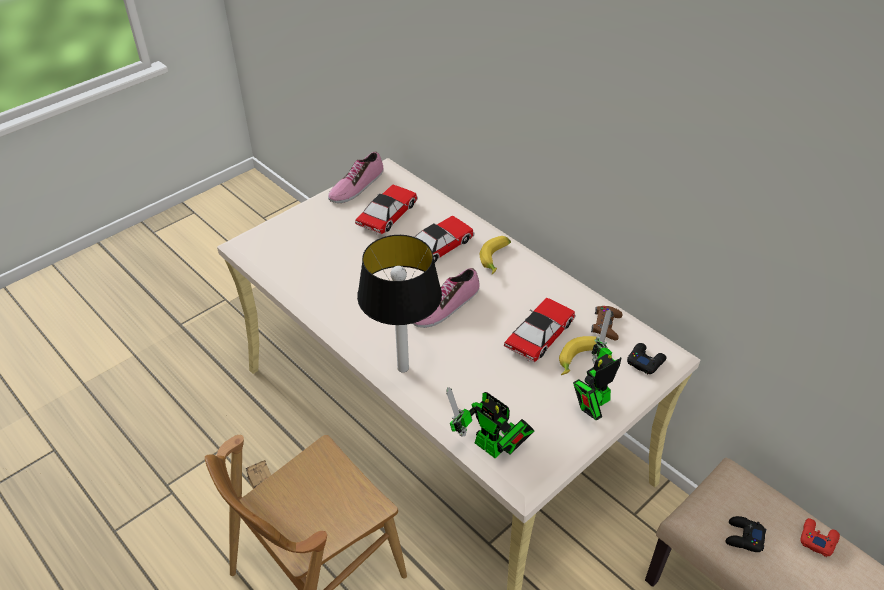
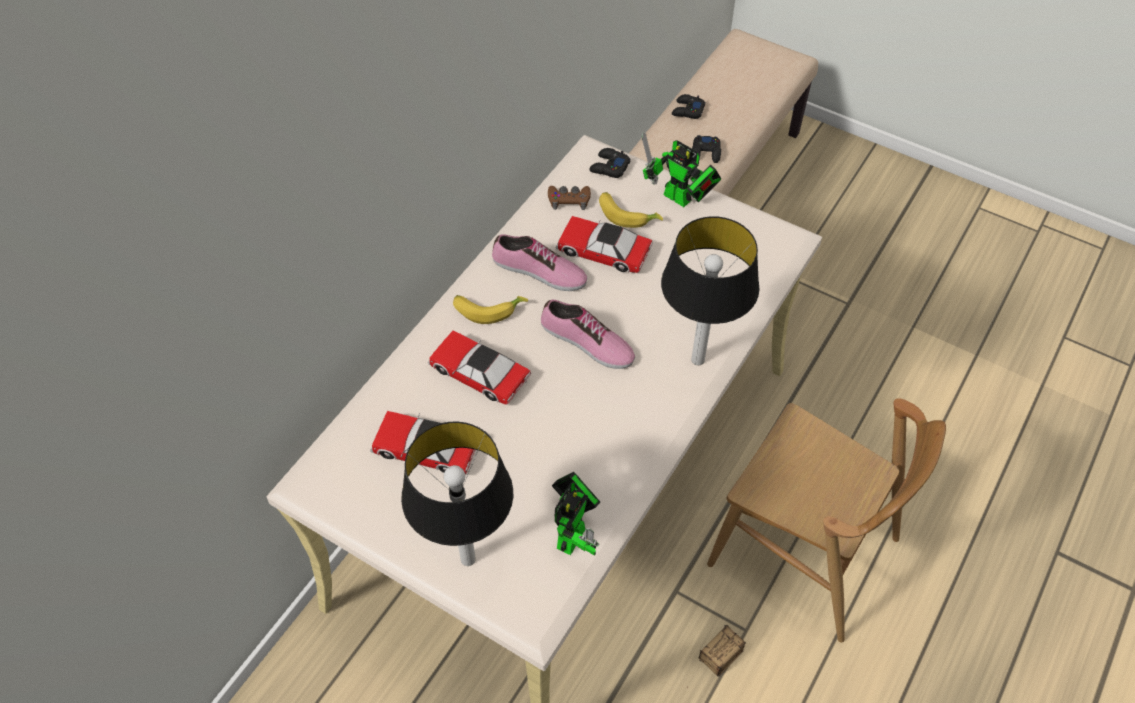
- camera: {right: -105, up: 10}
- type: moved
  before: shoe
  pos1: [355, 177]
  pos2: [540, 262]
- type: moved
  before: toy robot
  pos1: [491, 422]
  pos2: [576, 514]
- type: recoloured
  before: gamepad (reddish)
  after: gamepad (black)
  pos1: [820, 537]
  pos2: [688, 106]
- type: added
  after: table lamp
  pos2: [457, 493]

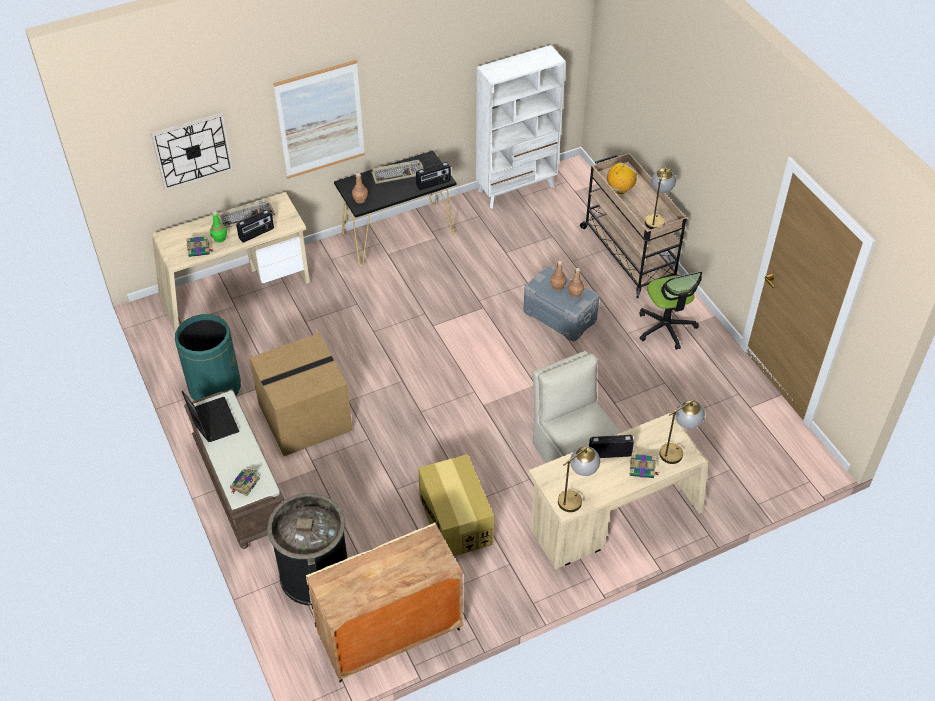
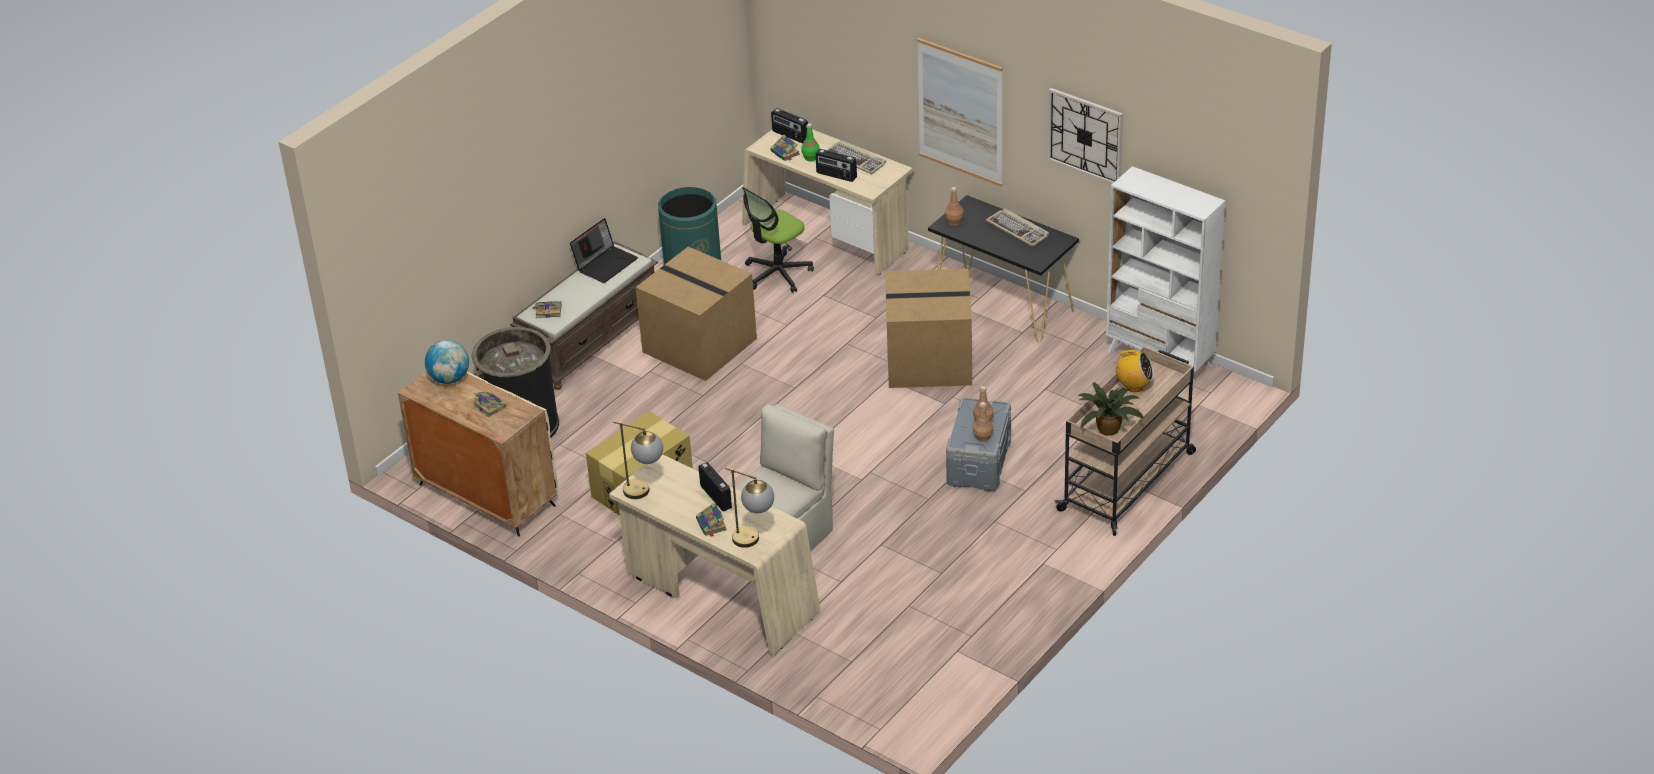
- camera: {right: 65, up: -10}
- type: moved
  before: wall clock
  pos1: [192, 152]
  pos2: [1085, 136]
- type: moved
  before: radio set
  pos1: [433, 176]
  pos2: [789, 125]
- type: replaced
  before: table lamp
  after: potted plant
  pos1: [660, 198]
  pos2: [1111, 409]
- type: moved
  before: computer chair
  pos1: [670, 310]
  pos2: [778, 240]
- type: added
  after: packing box
  pos2: [928, 328]
- type: added
  after: world globe
  pos2: [447, 362]
- type: added
  after: volume
  pos2: [489, 404]

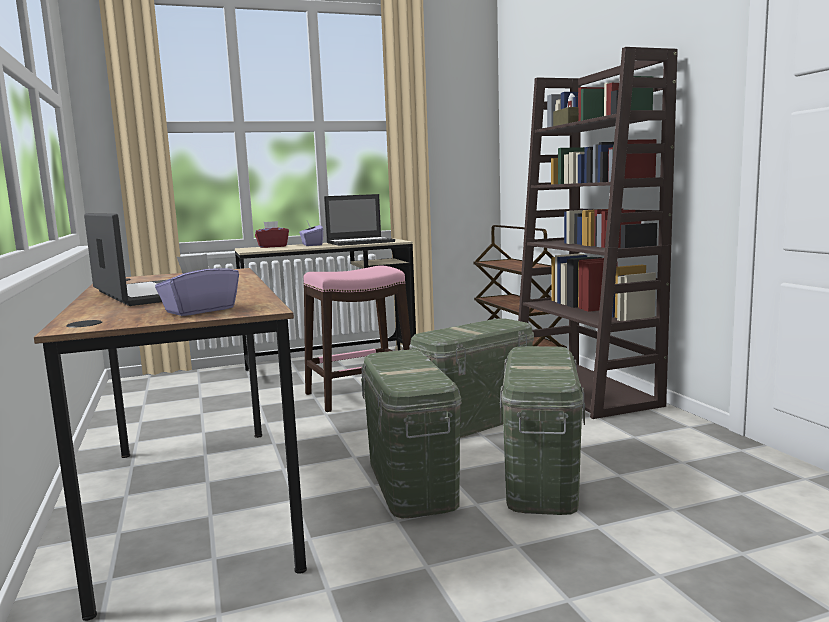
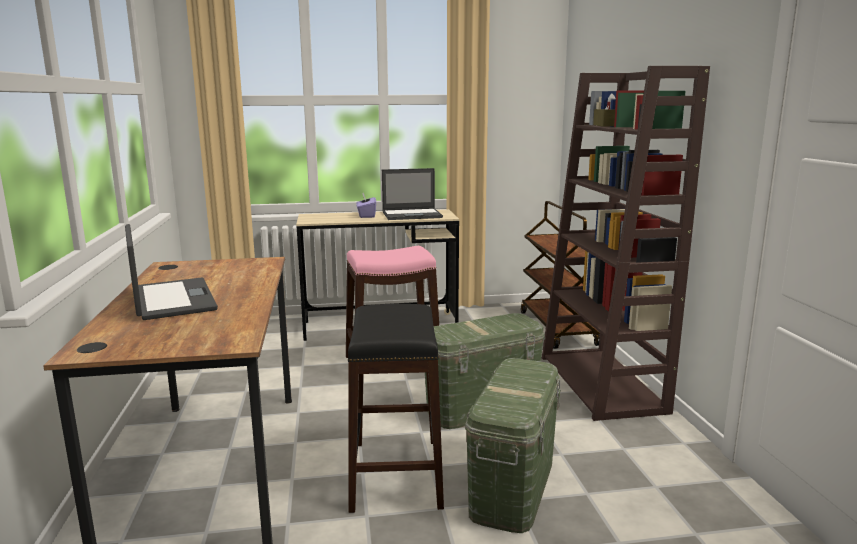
- camera: {right: 10, up: 5}
- type: removed
  before: box of tissues (reddish)
  pos1: [272, 234]
- type: removed
  before: box of tissues (purple)
  pos1: [197, 285]
- type: replaced
  before: storage container (green)
  after: sitting stool (black)
  pos1: [411, 434]
  pos2: [396, 408]

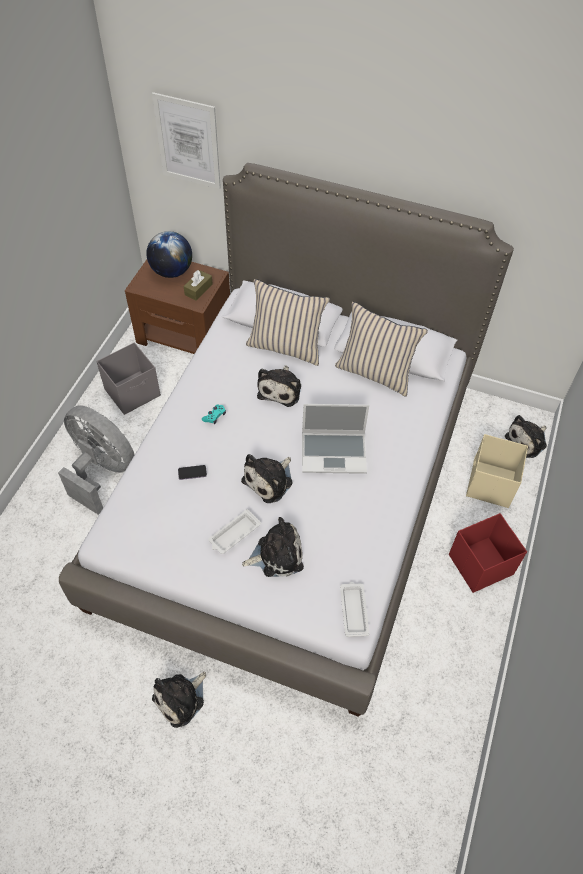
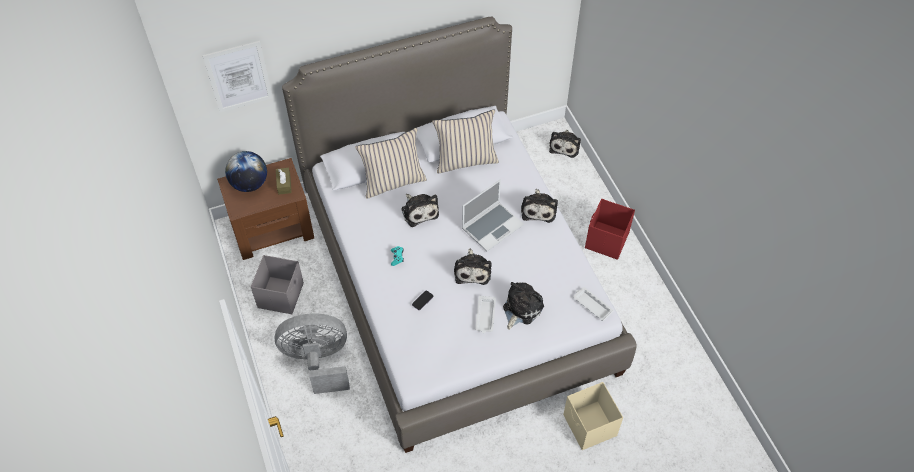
- camera: {right: -40, up: 0}
- type: moved
  before: storage container (sand-coloured)
  pos1: [497, 471]
  pos2: [593, 416]
- type: moved
  before: cuddly toy
  pos1: [179, 700]
  pos2: [539, 206]

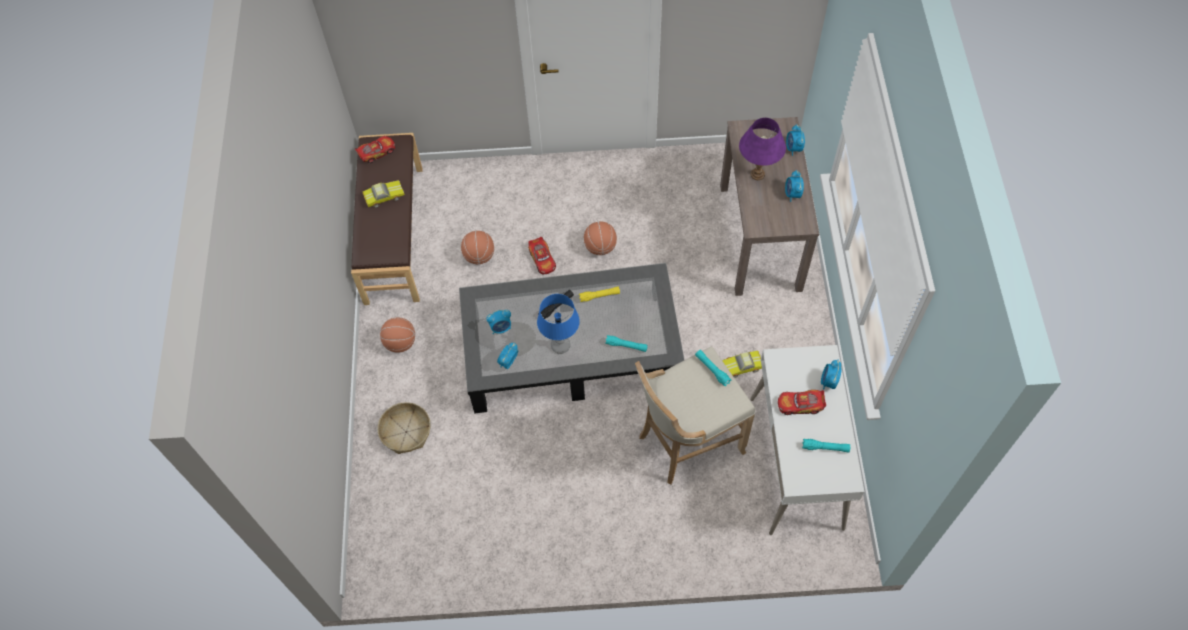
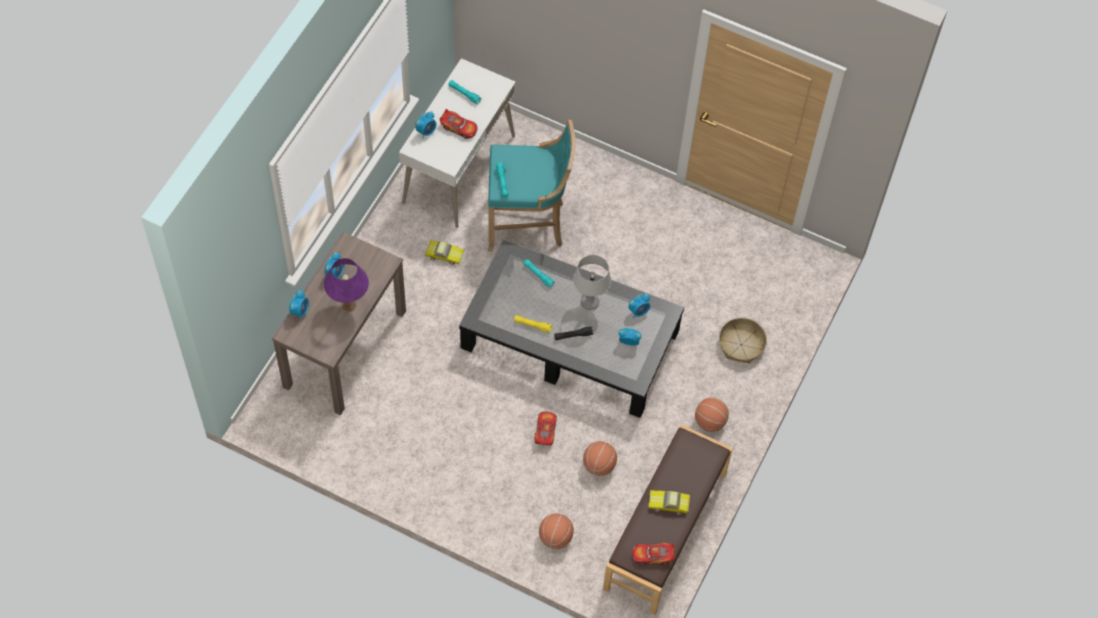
- camera: {right: -155, up: 0}
- type: moved
  before: basketball ball
  pos1: [600, 238]
  pos2: [556, 531]
- type: recoloured
  before: table lamp (bluish)
  after: table lamp (greyish)
  pos1: [558, 324]
  pos2: [592, 282]
- type: recoloured
  before: sitting stool (sand-coloured)
  after: sitting stool (turquoise-coloured)
  pos1: [695, 415]
  pos2: [532, 186]

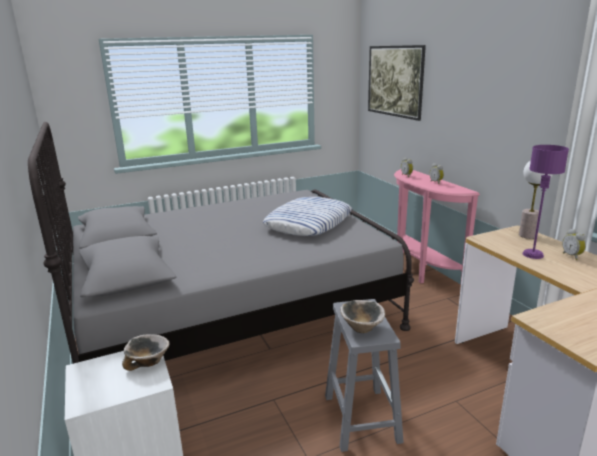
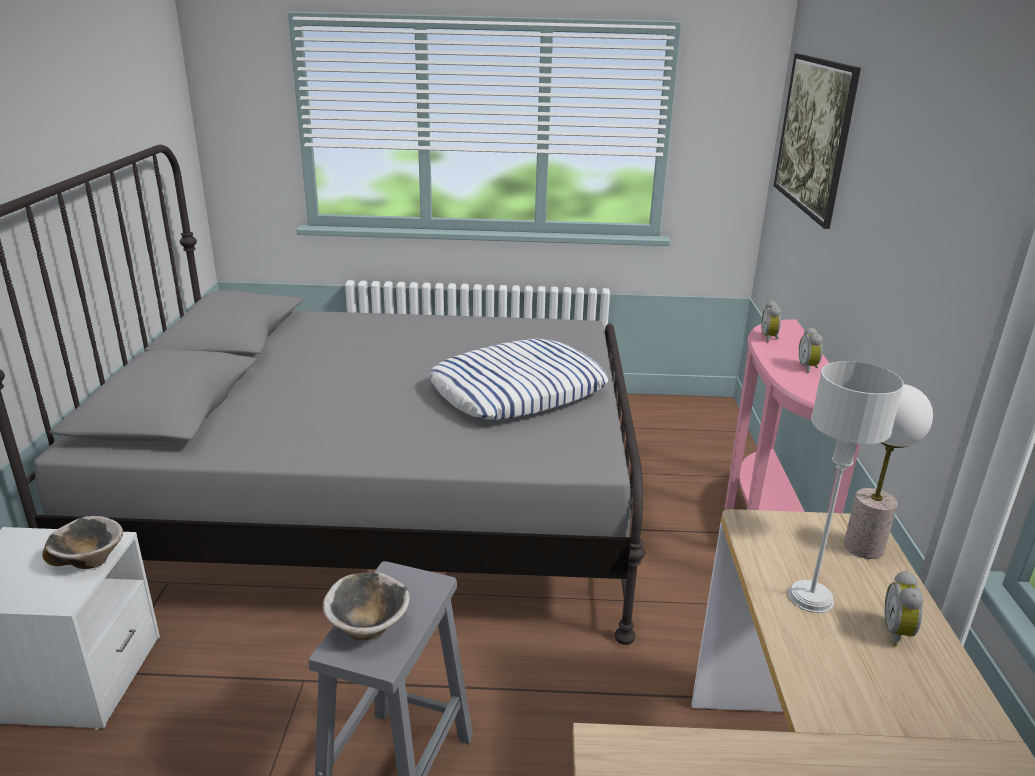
- camera: {right: 25, up: 5}
- type: recoloured
  before: table lamp (purple)
  after: table lamp (greyish)
  pos1: [546, 202]
  pos2: [846, 487]

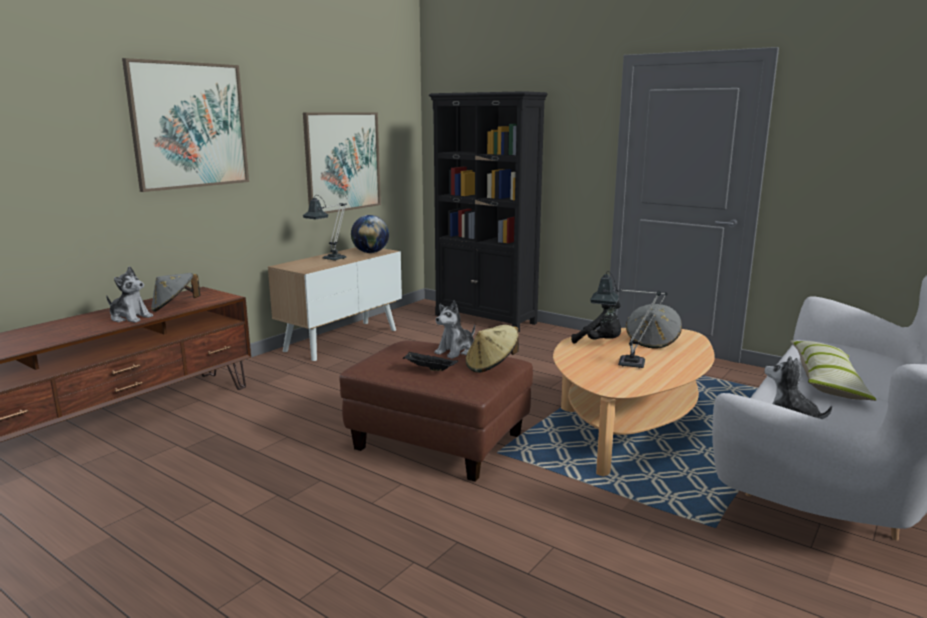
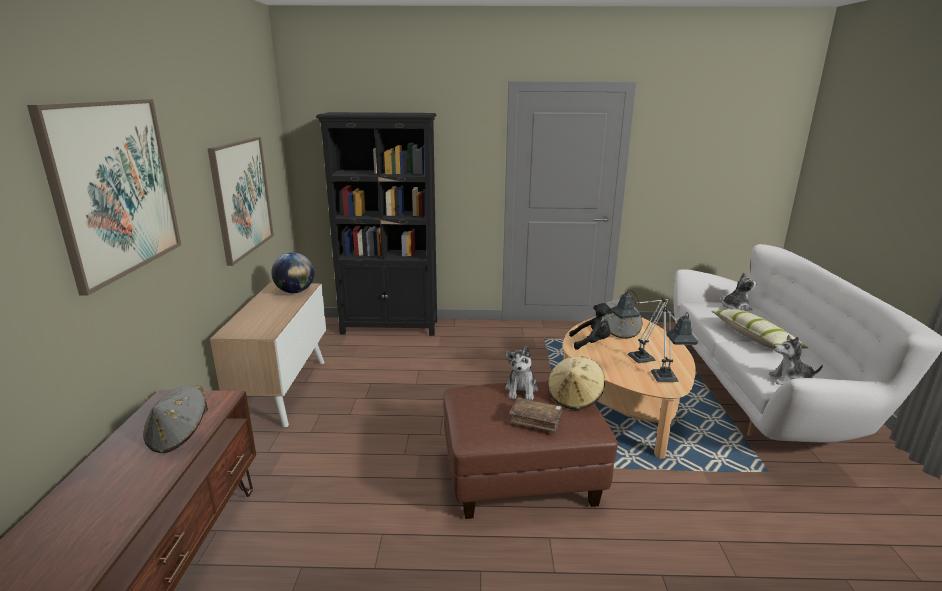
- camera: {right: -35, up: 5}
- type: moved
  before: table lamp
  pos1: [325, 228]
  pos2: [674, 344]
- type: moved
  before: cuddly toy
  pos1: [129, 294]
  pos2: [739, 291]
- type: replaced
  before: serving tray (black)
  after: volume (brown)
  pos1: [430, 361]
  pos2: [536, 415]

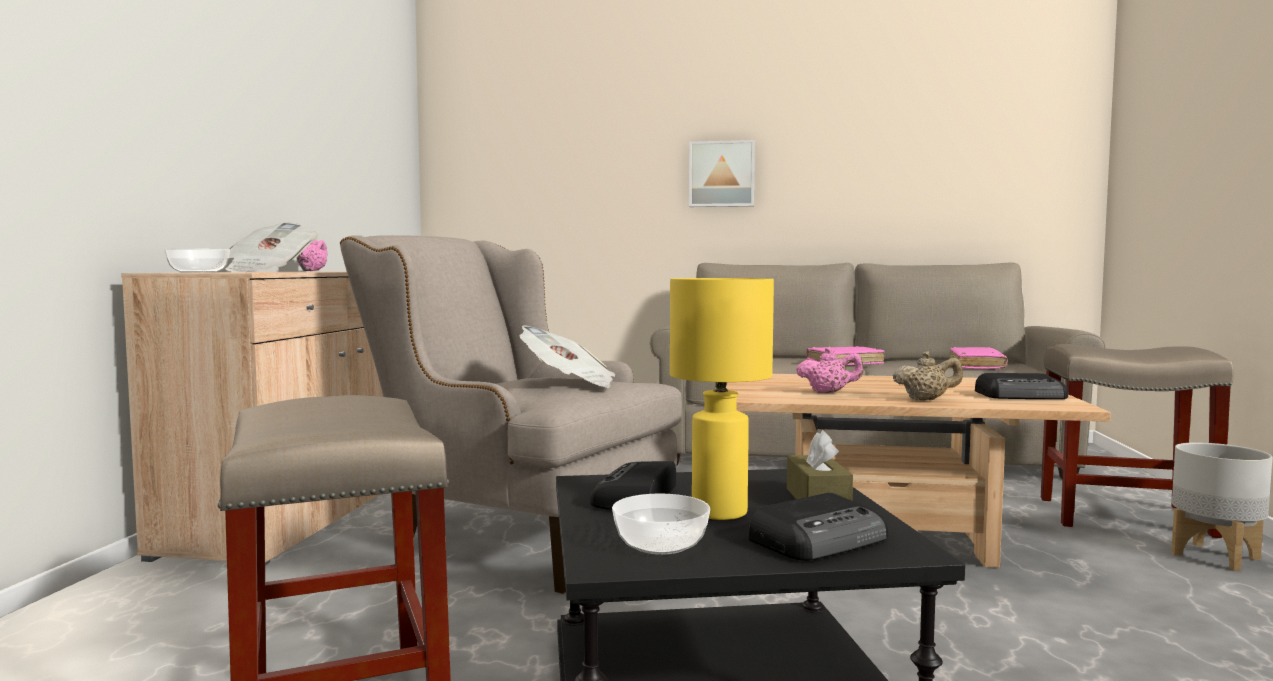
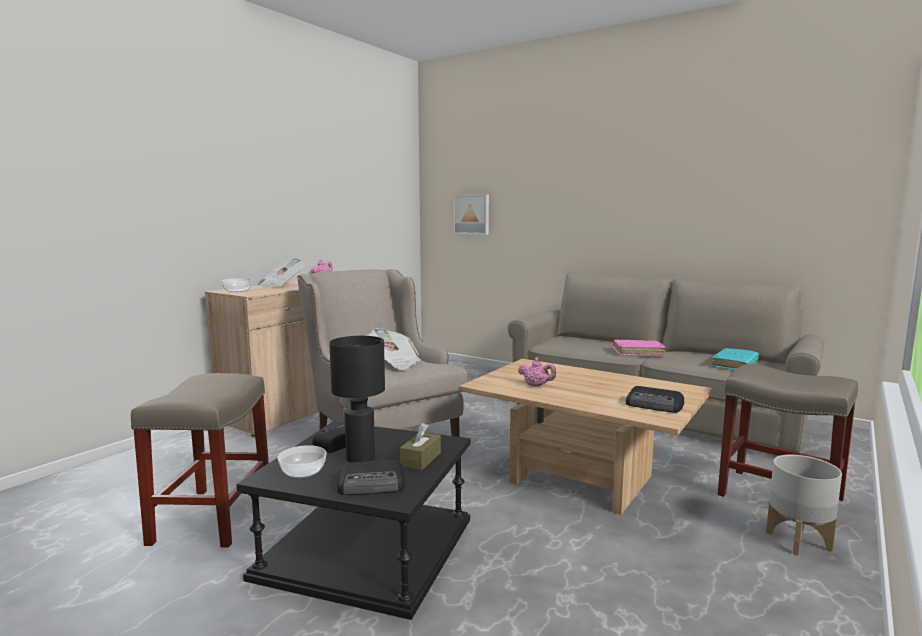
- camera: {right: 25, up: 5}
- type: moved
  before: wall picture
  pos1: [722, 173]
  pos2: [471, 214]
- type: recoloured
  before: table lamp (yellow-coloured)
  after: table lamp (black)
  pos1: [722, 399]
  pos2: [357, 399]
- type: recoloured
  before: volume (pink)
  after: volume (turquoise-coloured)
  pos1: [978, 358]
  pos2: [735, 359]
- type: removed
  before: tea pot (sand-coloured)
  pos1: [928, 376]

